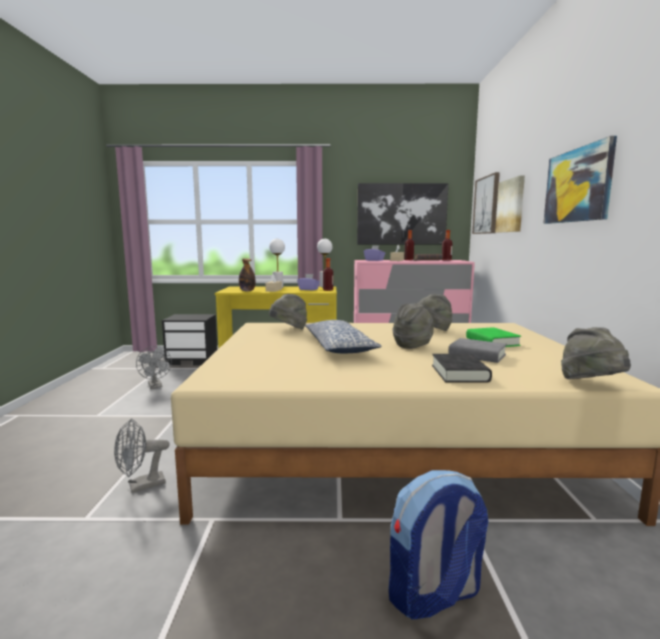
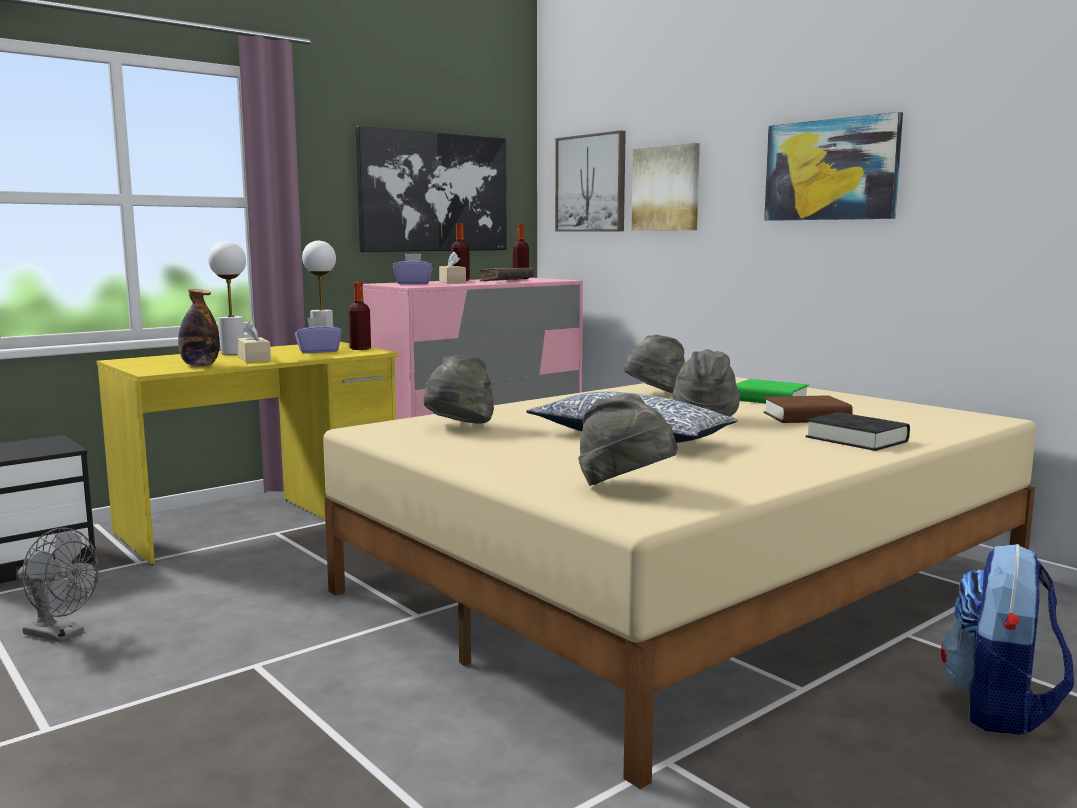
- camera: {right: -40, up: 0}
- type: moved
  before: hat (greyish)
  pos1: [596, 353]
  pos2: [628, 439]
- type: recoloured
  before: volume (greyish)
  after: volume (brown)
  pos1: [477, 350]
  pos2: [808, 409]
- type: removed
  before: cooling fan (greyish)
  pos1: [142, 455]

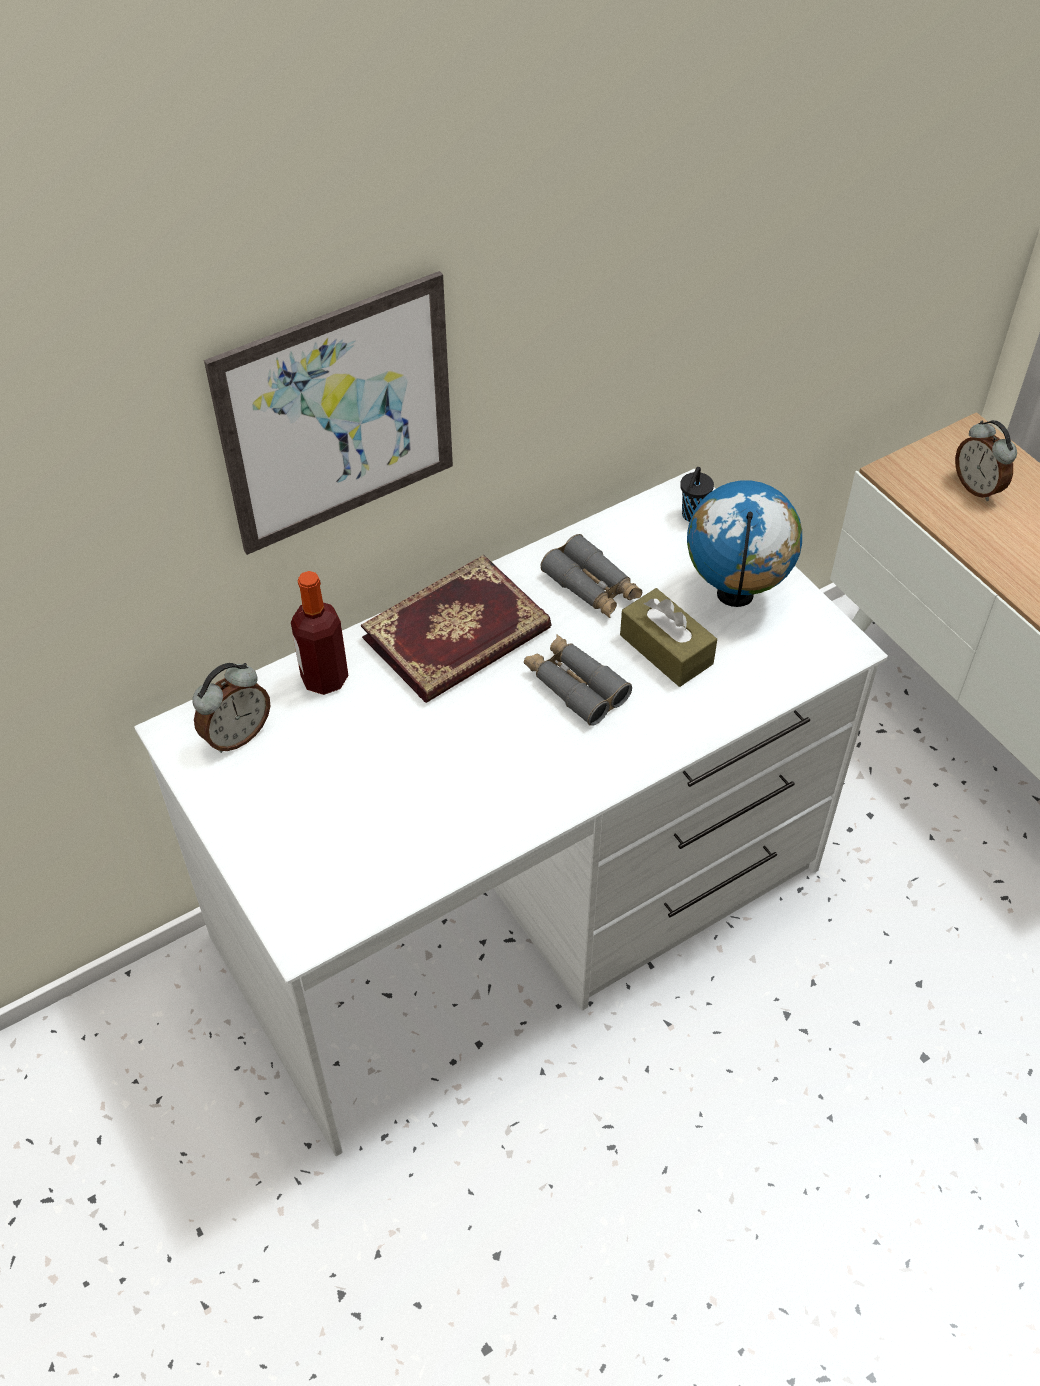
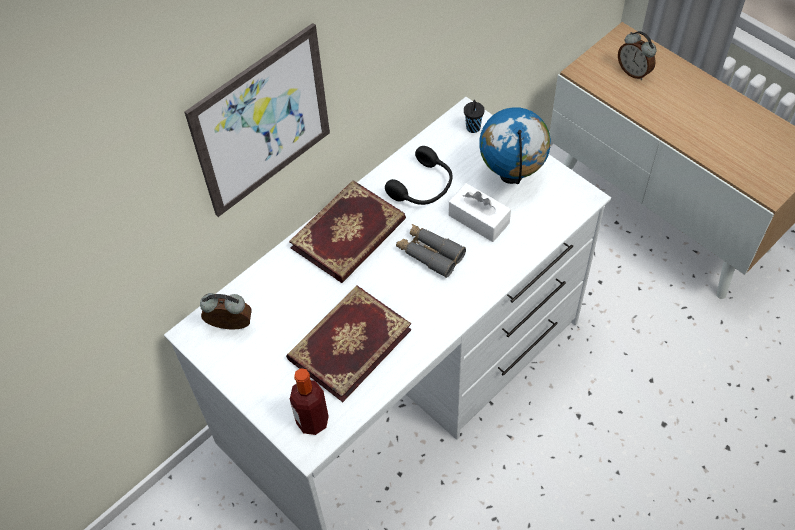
- camera: {right: -10, up: 5}
- type: replaced
  before: binoculars (greyish)
  after: headset (black)
  pos1: [591, 576]
  pos2: [418, 175]
- type: moved
  before: beverage bottle
  pos1: [320, 633]
  pos2: [309, 401]
- type: recoloured
  before: box of tissues (brown)
  after: box of tissues (whitish)
  pos1: [668, 637]
  pos2: [480, 212]
- type: turned
  before: table clock
  pos1: [231, 708]
  pos2: [226, 311]
  turn: -120
- type: added
  after: volume
  pos2: [348, 343]

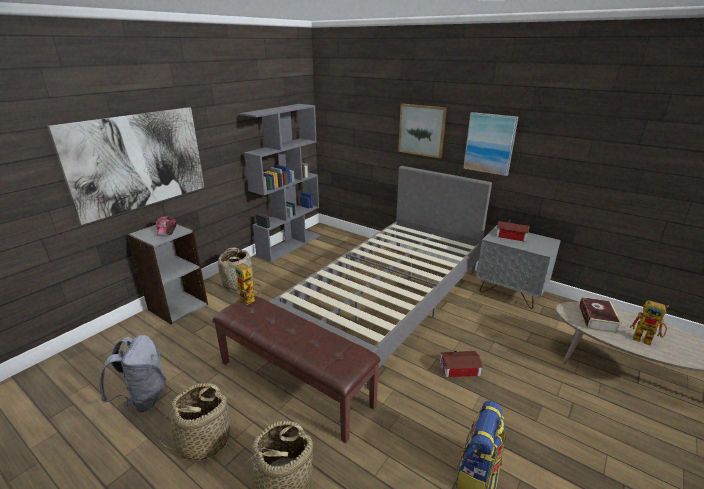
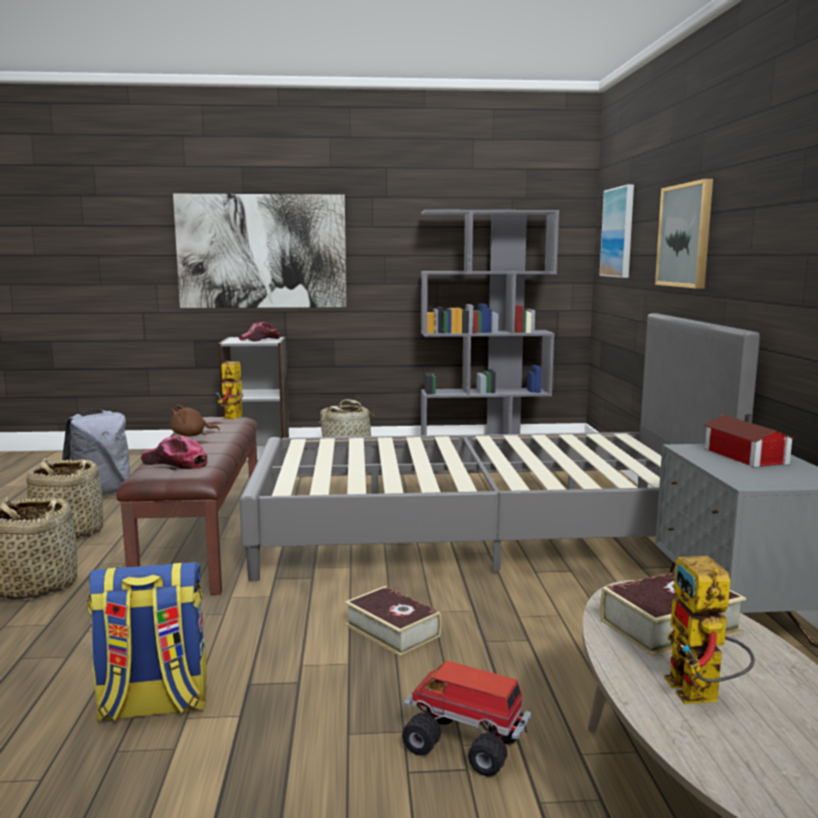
- camera: {right: 50, up: -15}
- type: moved
  before: wall picture
  pos1: [490, 144]
  pos2: [617, 231]
- type: replaced
  before: model house
  after: volume
  pos1: [461, 364]
  pos2: [393, 621]
- type: added
  after: cuddly toy (brown)
  pos2: [195, 420]
- type: added
  after: baseball cap
  pos2: [174, 452]
- type: added
  after: toy truck
  pos2: [466, 719]

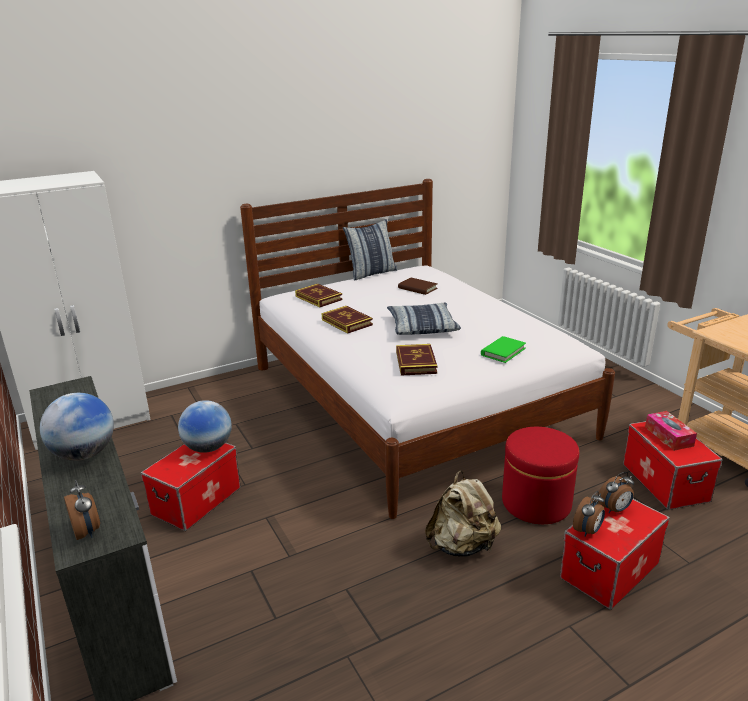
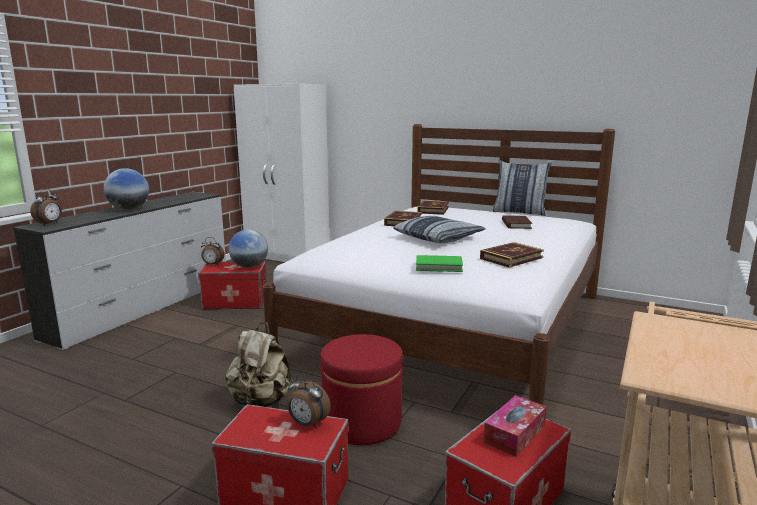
- camera: {right: 55, up: -10}
- type: moved
  before: volume
  pos1: [416, 360]
  pos2: [512, 255]
- type: moved
  before: table clock
  pos1: [589, 514]
  pos2: [212, 251]

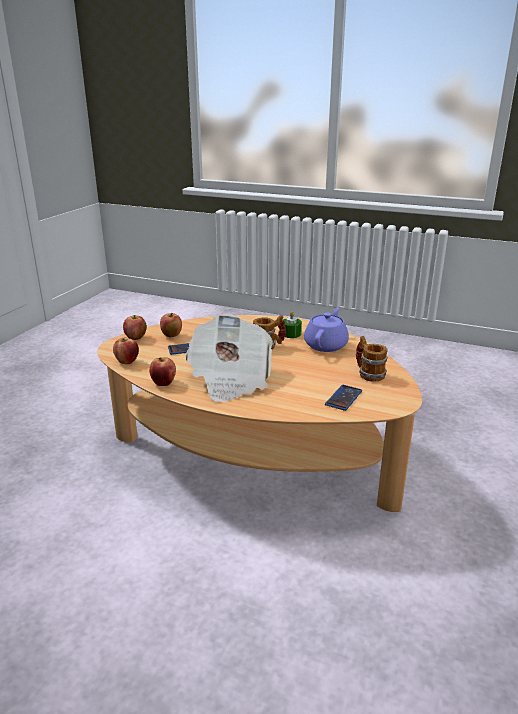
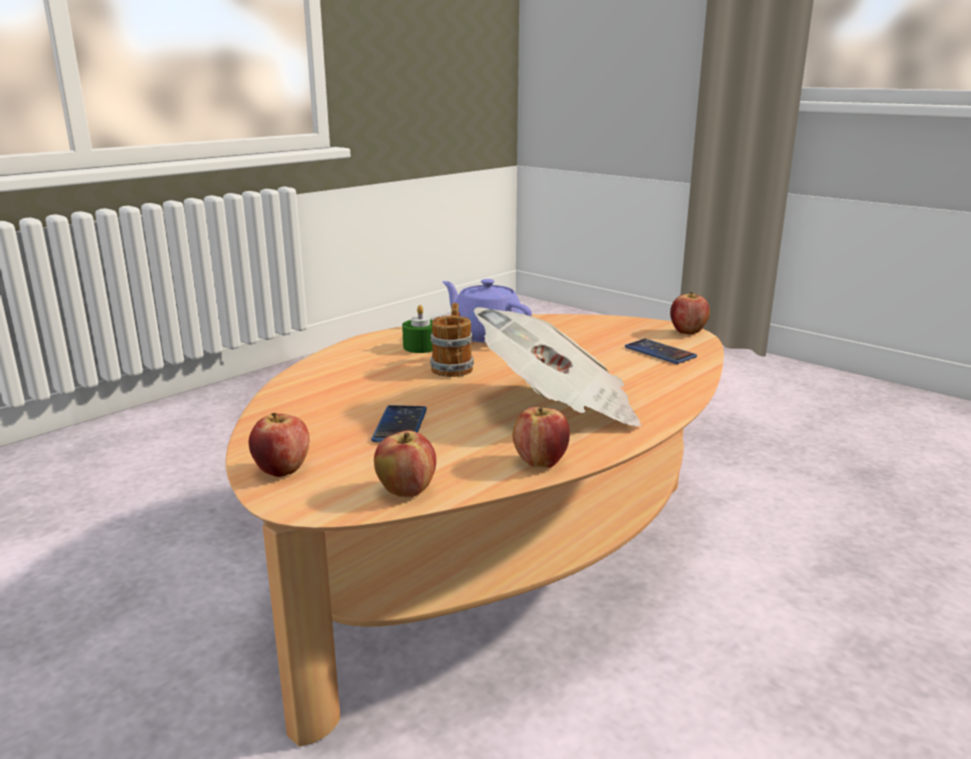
- camera: {right: -70, up: -5}
- type: moved
  before: whole apple
  pos1: [171, 325]
  pos2: [690, 313]
- type: removed
  before: mug
  pos1: [372, 359]

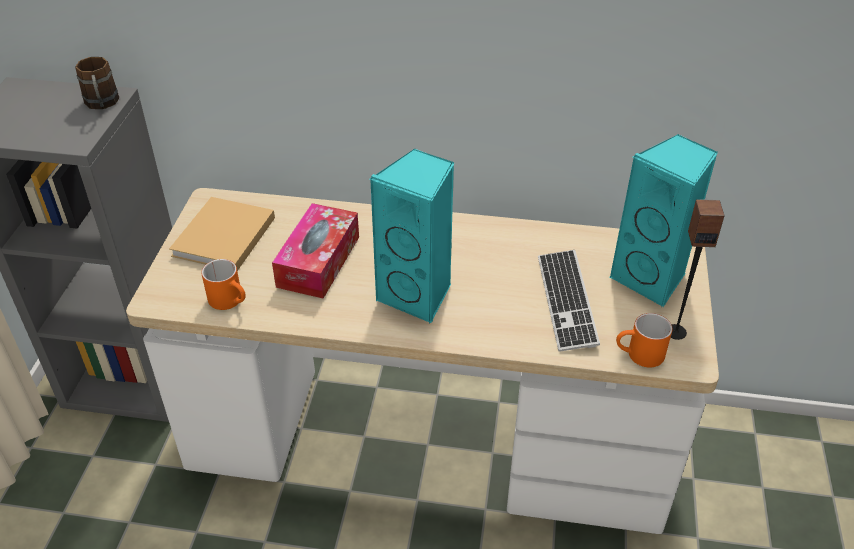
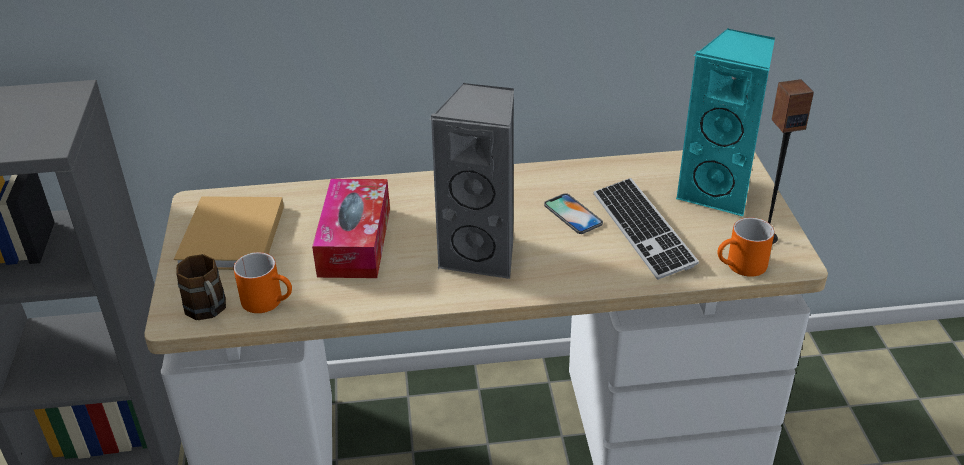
- camera: {right: -15, up: -5}
- type: moved
  before: mug (brown)
  pos1: [97, 83]
  pos2: [201, 287]
- type: recoloured
  before: loudspeaker (turquoise-coloured)
  after: loudspeaker (greyish)
  pos1: [412, 236]
  pos2: [471, 181]
- type: added
  after: phone
  pos2: [573, 213]

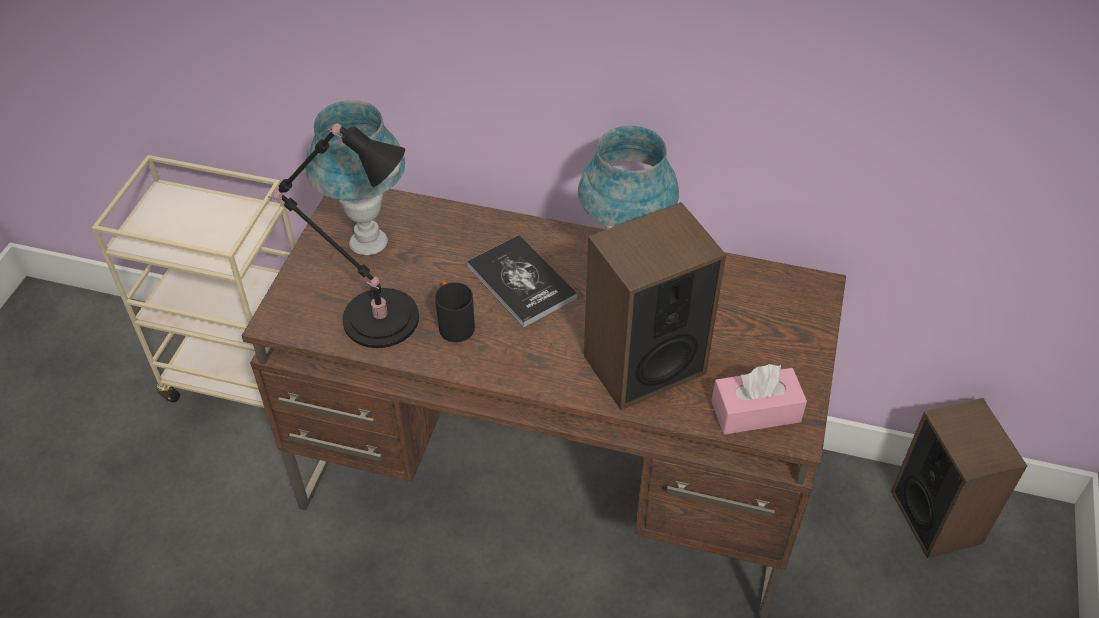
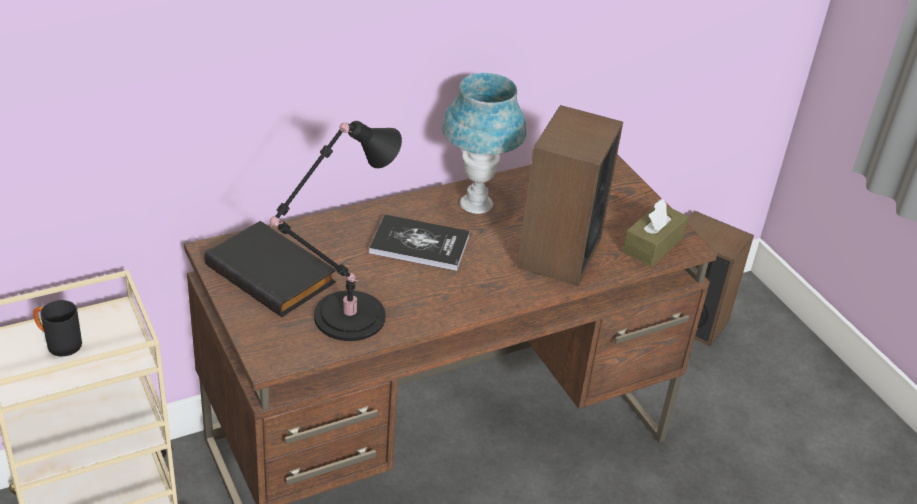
- camera: {right: -45, up: -10}
- type: replaced
  before: table lamp (bluish)
  after: volume (black)
  pos1: [355, 177]
  pos2: [270, 269]
- type: moved
  before: mug (black)
  pos1: [455, 311]
  pos2: [57, 328]
- type: recoloured
  before: box of tissues (pink)
  after: box of tissues (brown)
  pos1: [759, 399]
  pos2: [655, 233]

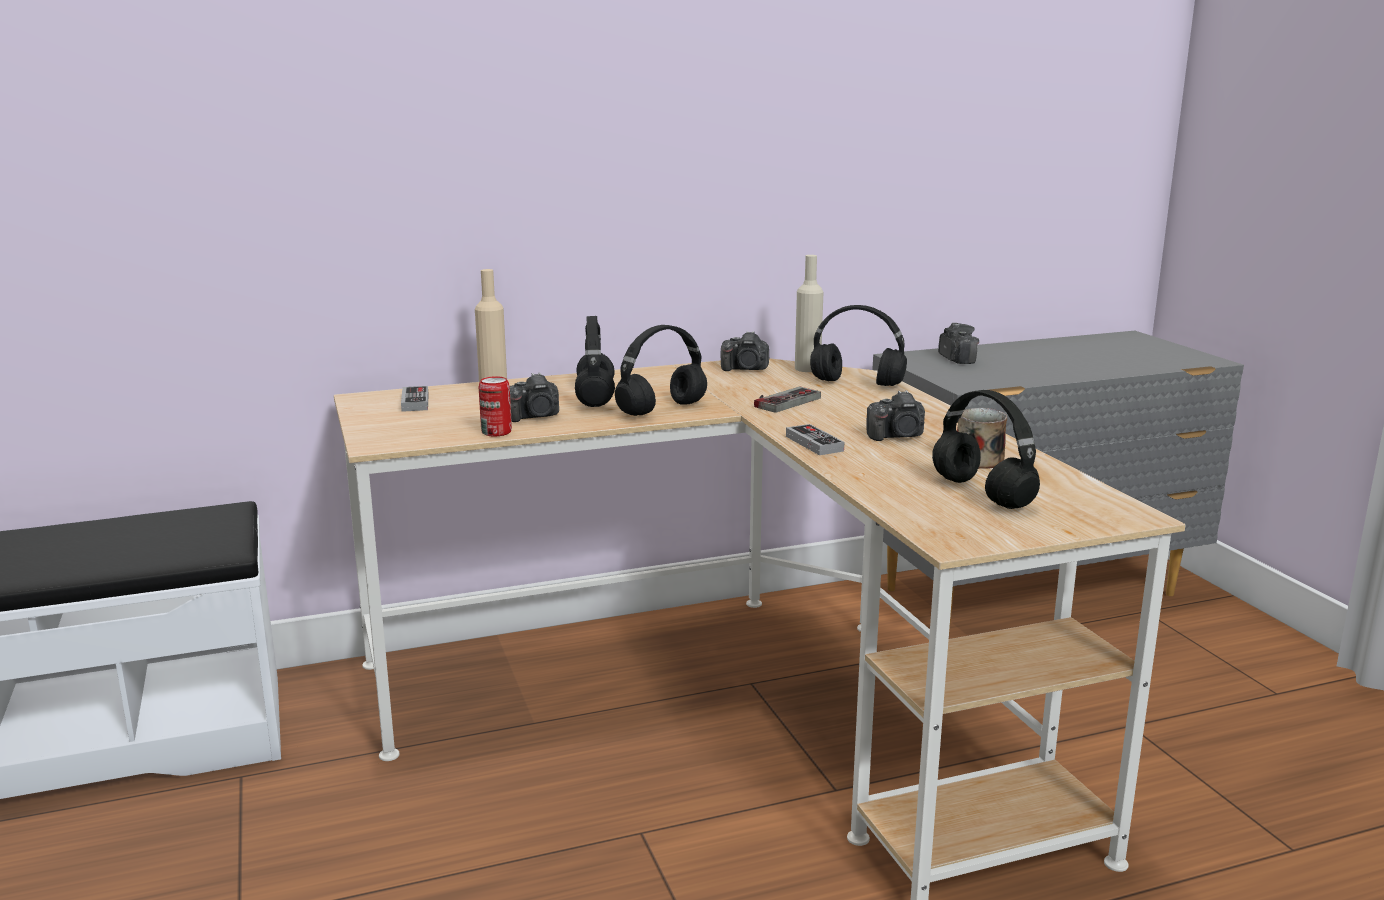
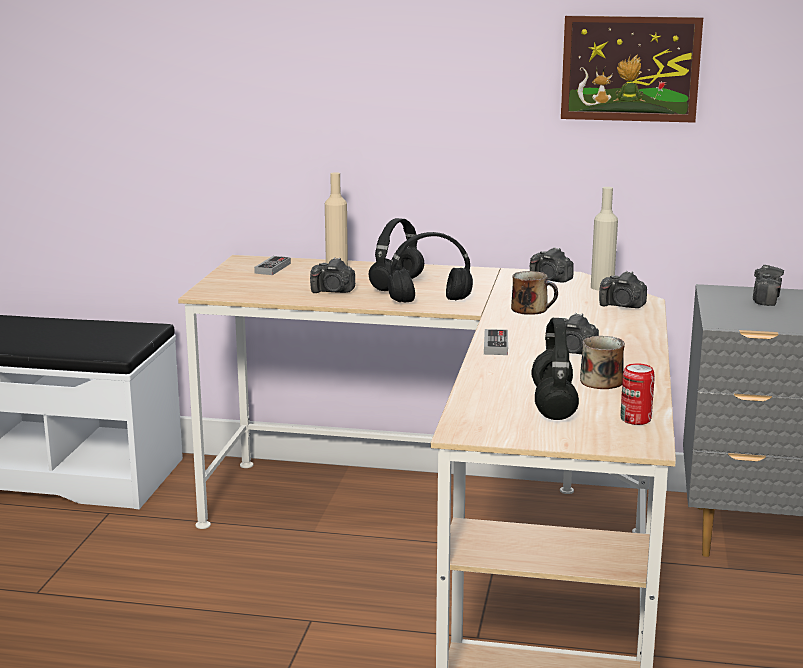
- camera: {right: 30, up: 0}
- type: replaced
  before: headset (black)
  after: photo camera
  pos1: [858, 345]
  pos2: [623, 289]
- type: moved
  before: sealed can
  pos1: [495, 406]
  pos2: [637, 394]
- type: replaced
  before: gamepad
  after: mug
  pos1: [787, 400]
  pos2: [534, 293]
- type: added
  after: wall picture
  pos2: [632, 69]

